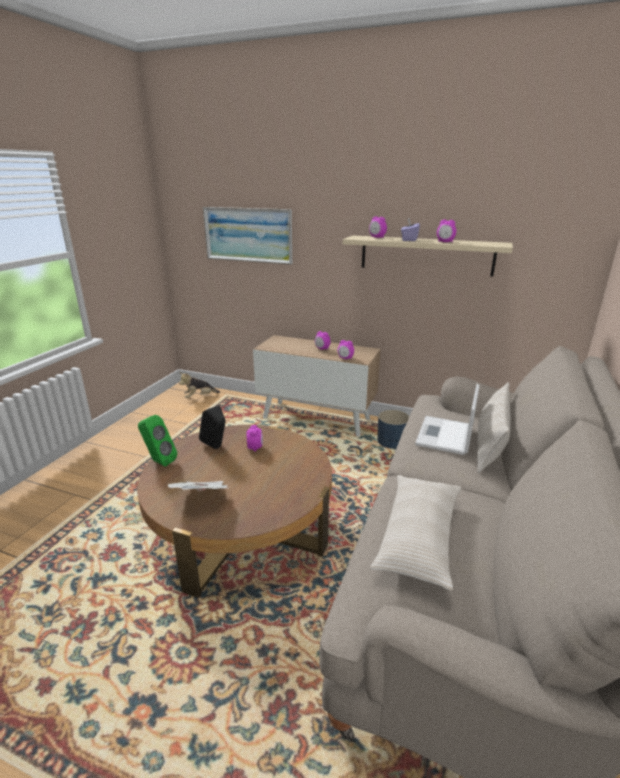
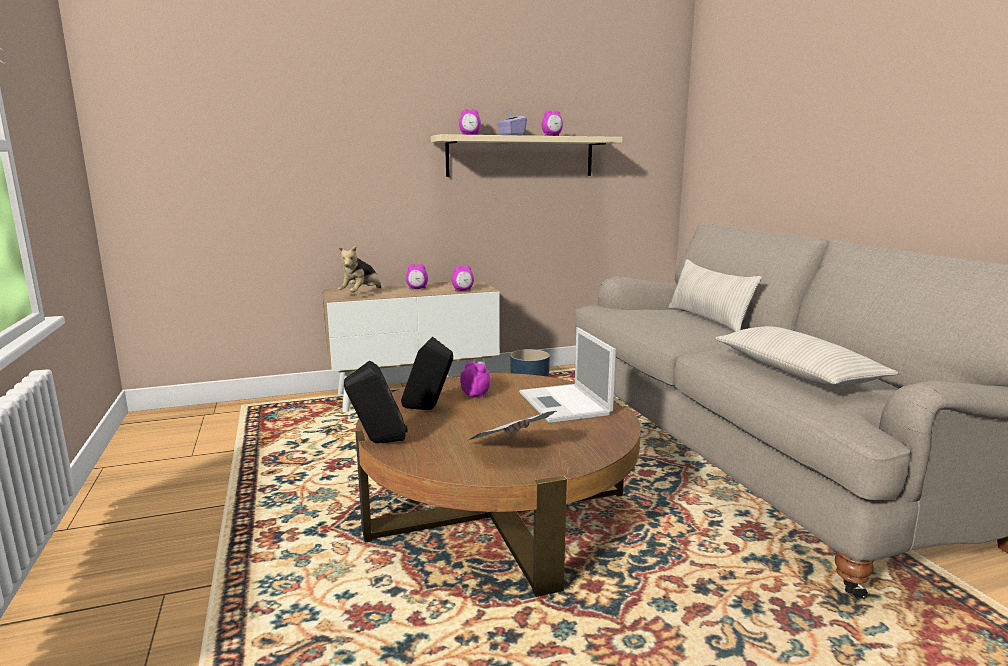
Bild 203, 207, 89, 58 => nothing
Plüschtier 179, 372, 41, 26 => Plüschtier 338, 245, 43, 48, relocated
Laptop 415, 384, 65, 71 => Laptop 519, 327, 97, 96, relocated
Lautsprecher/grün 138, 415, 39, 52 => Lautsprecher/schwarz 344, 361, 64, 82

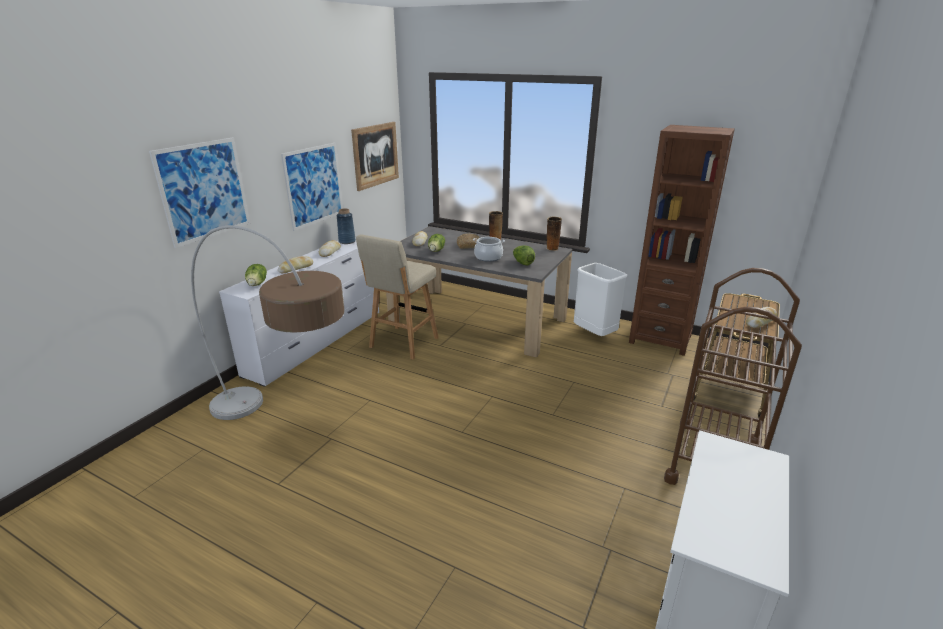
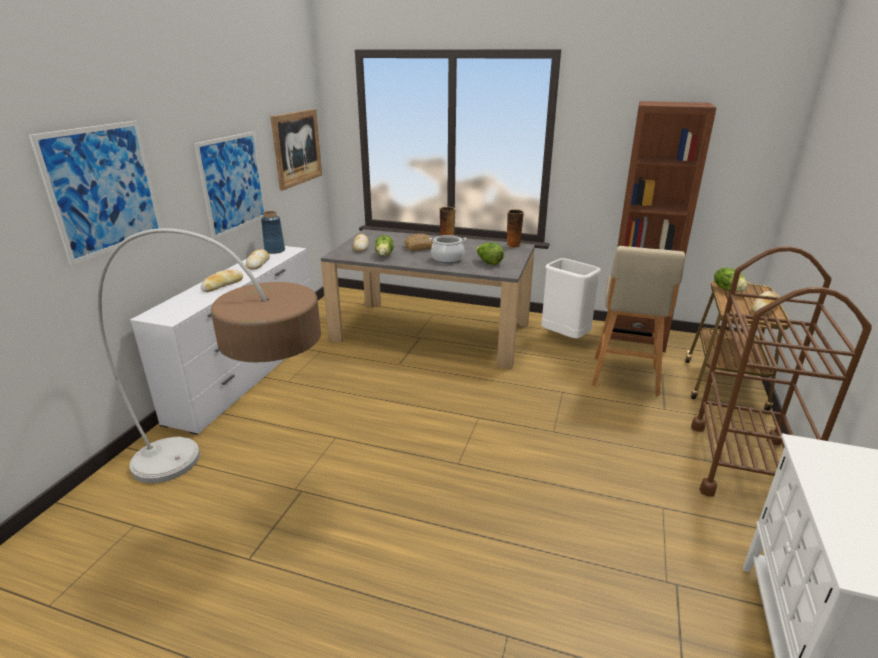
Hocker/beige 356, 234, 83, 126 => Hocker/beige 592, 246, 93, 150, relocated
Salatkopf 245, 264, 22, 22 => Salatkopf 714, 267, 34, 25, relocated

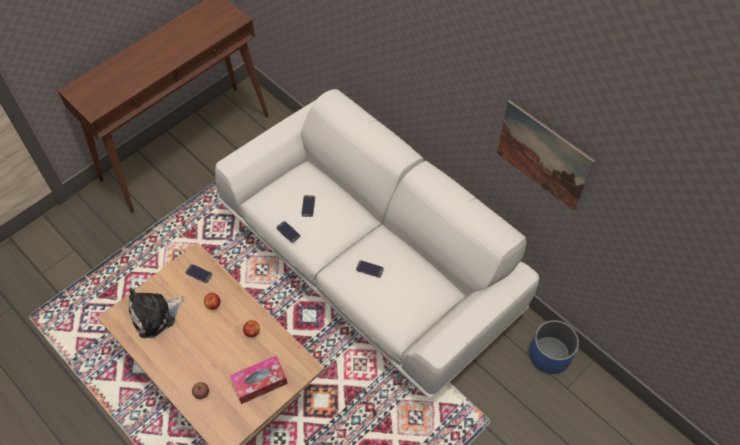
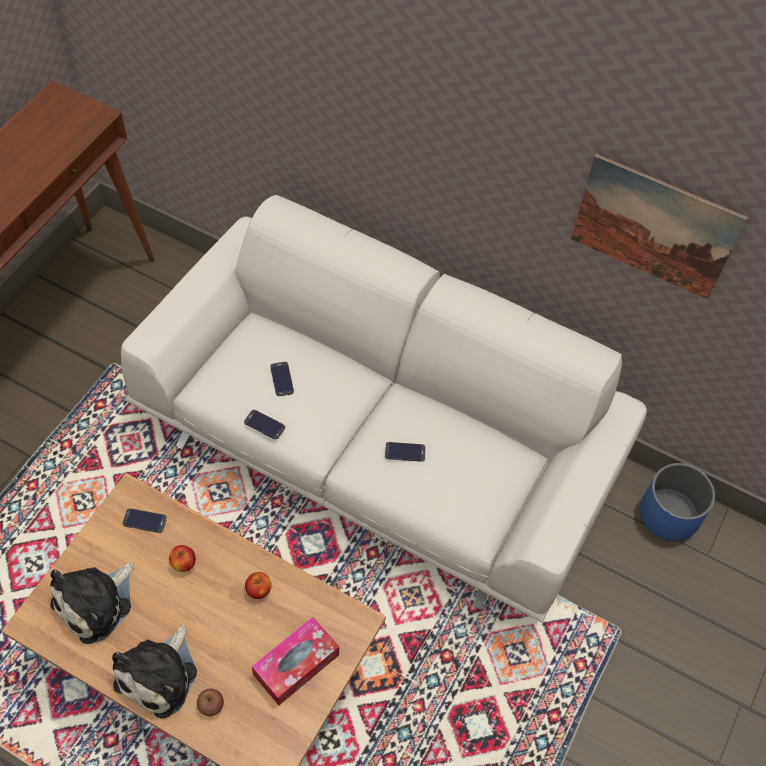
nothing => Plüschtier 112, 625, 85, 93

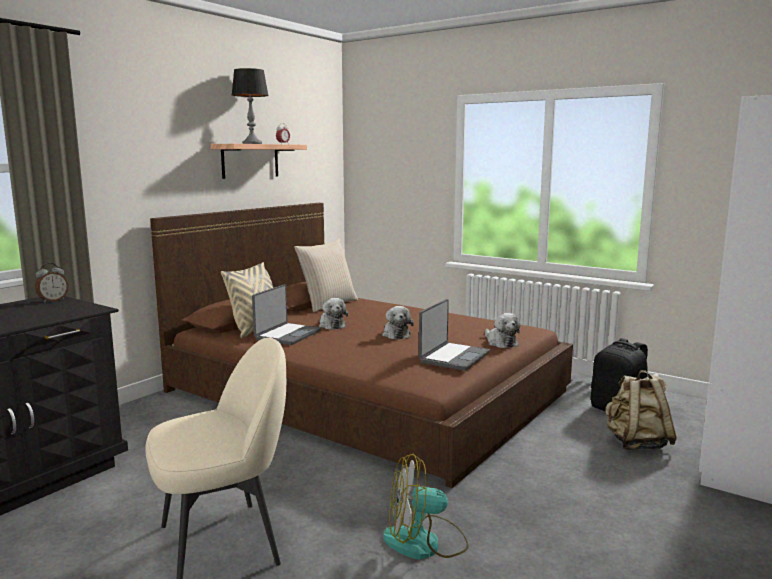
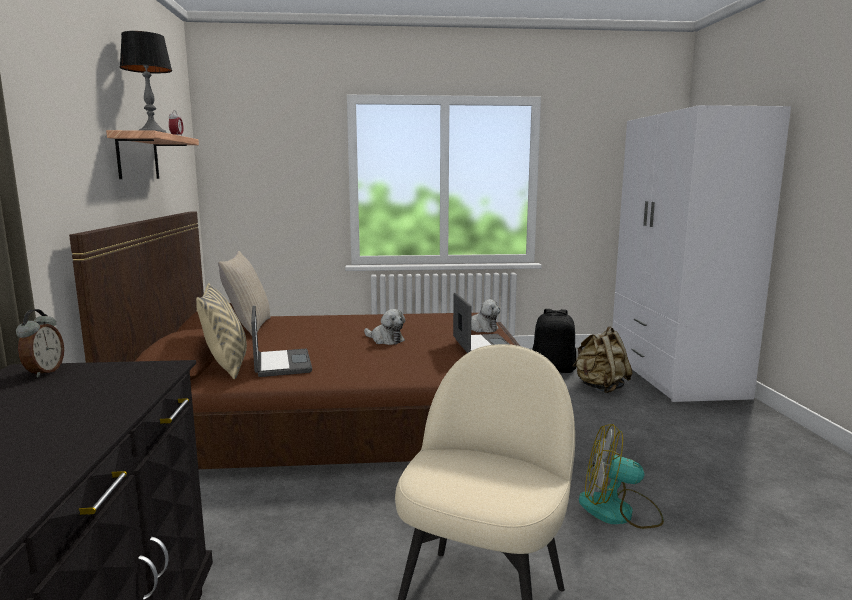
Plüschtier 319, 298, 29, 32 => nothing
Ventilator 383, 454, 86, 106 => Ventilator 579, 424, 85, 105, 60 degrees clockwise

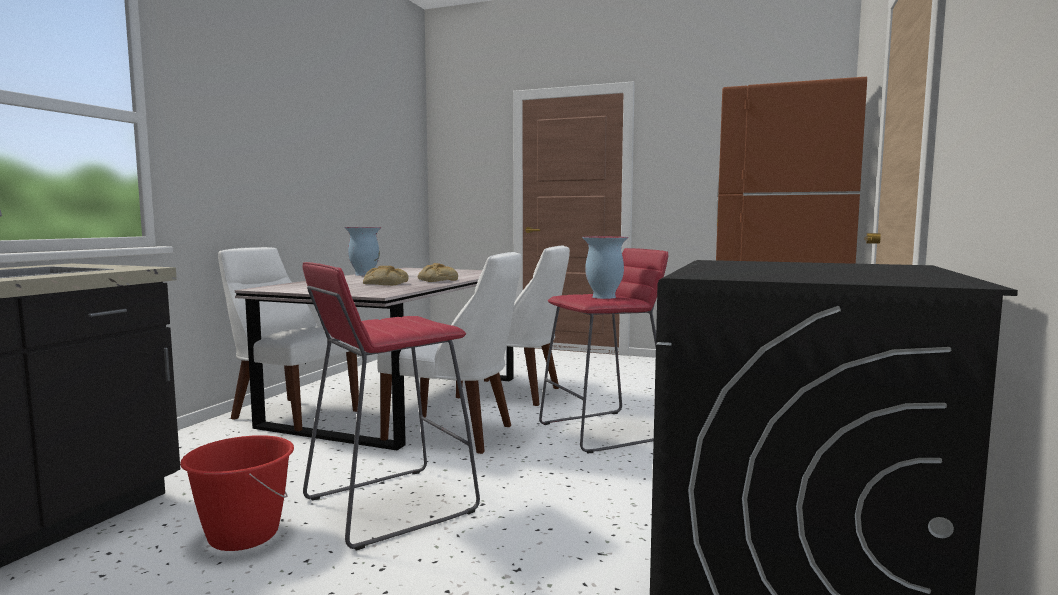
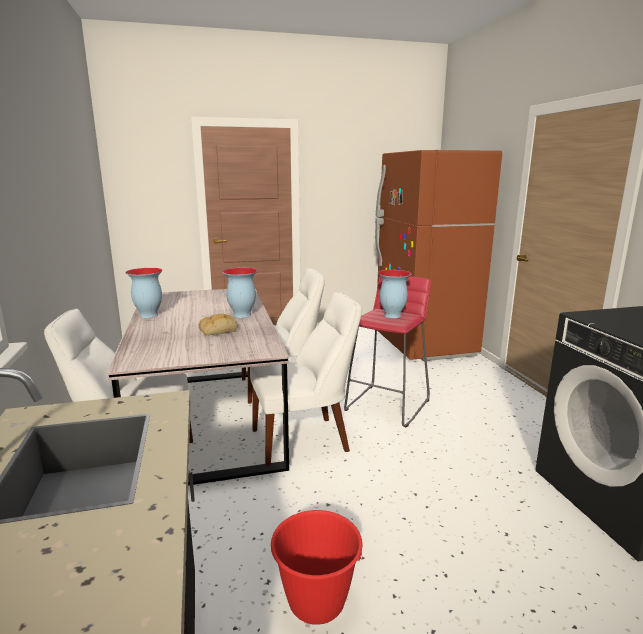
Hocker/rot 302, 262, 178, 289 => nothing
Brot 418, 263, 40, 19 => Vase 222, 268, 36, 50

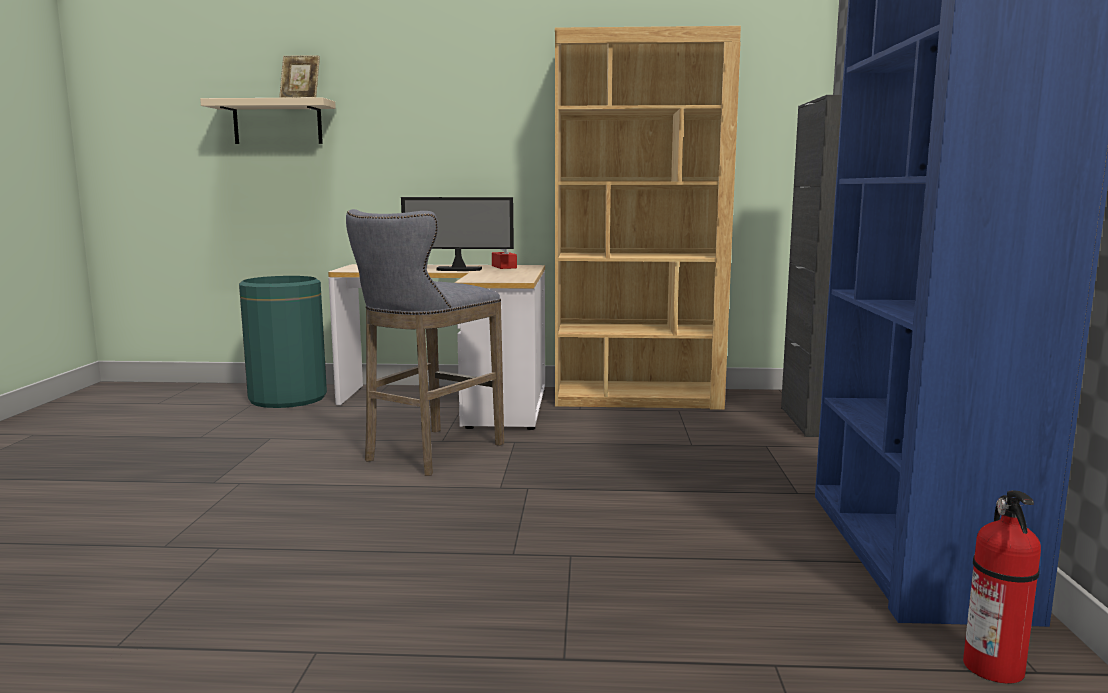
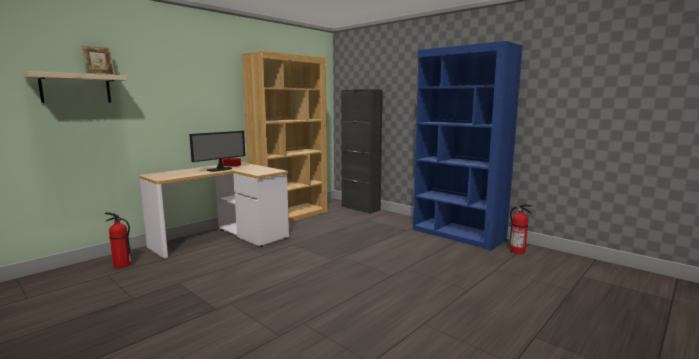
Hocker/grau 346, 209, 158, 267 => nothing
Mülleimer/grün 239, 276, 88, 132 => Feuerlöscher 104, 212, 27, 56

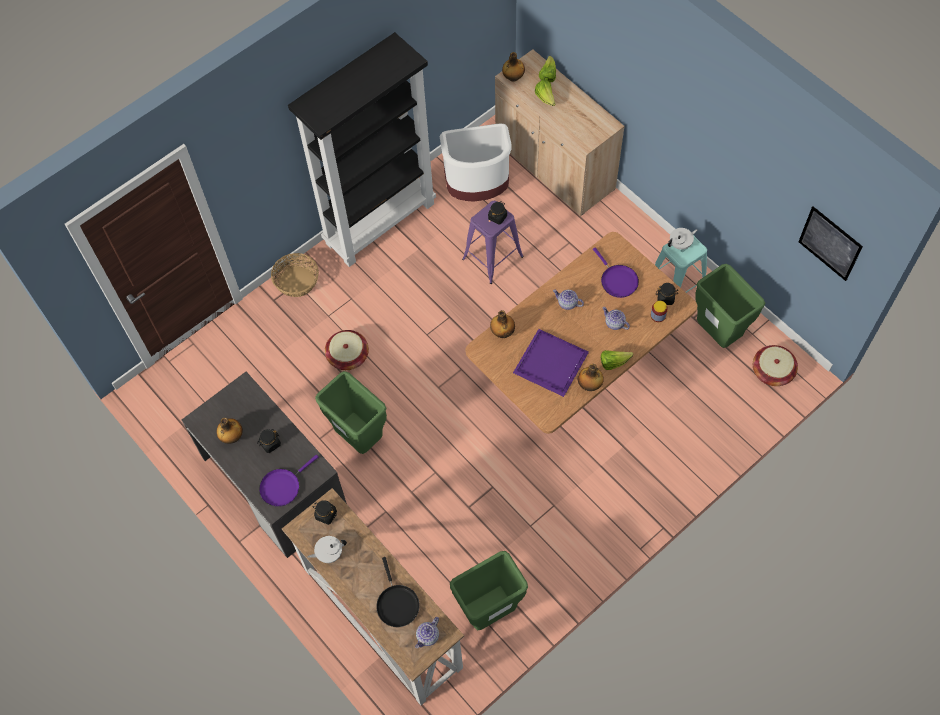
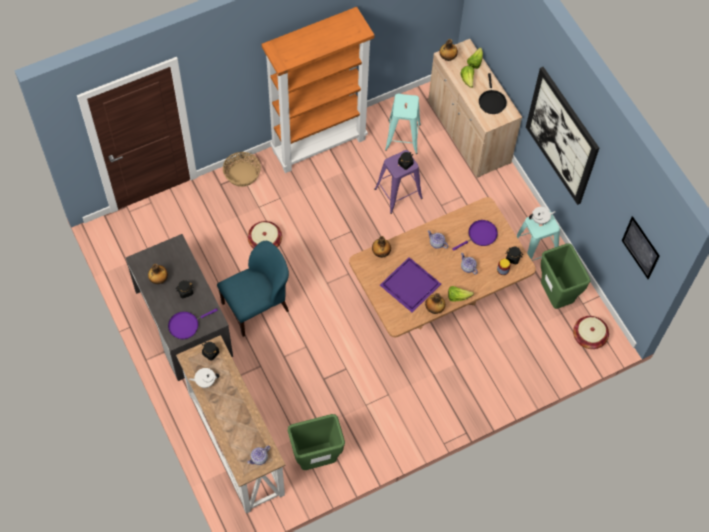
Bücherregal/schwarz 288, 32, 148, 235 => Bücherregal/orange 261, 7, 114, 166
Mülleimer/weiß 440, 124, 72, 78 => Hocker/türkis 385, 94, 36, 60
Pfanne/lila 593, 247, 46, 51 => Pfanne/lila 452, 220, 46, 31, 105 degrees counterclockwise
Mülleimer/grün 315, 371, 72, 83 => Stuhl/blau 217, 241, 72, 96
Pfanne/schwarz 376, 557, 44, 70 => Pfanne/schwarz 479, 73, 28, 41, relocated
nothing => Bild 526, 67, 73, 138

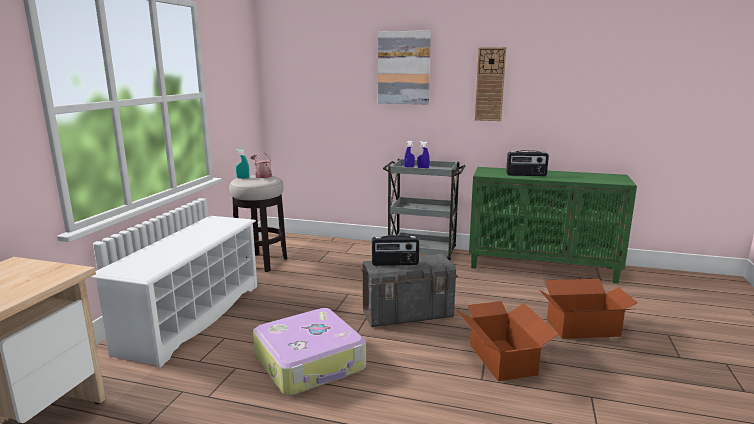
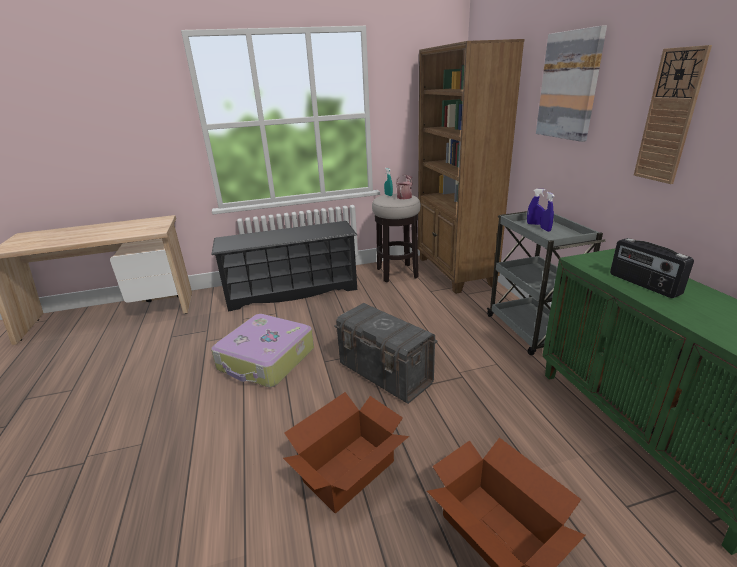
Schuhregal/weiß 89, 216, 168, 152 => Schuhregal/schwarz 211, 221, 146, 90
Radio 372, 235, 47, 31 => nothing
nothing => Bücherregal/braun 418, 39, 106, 255

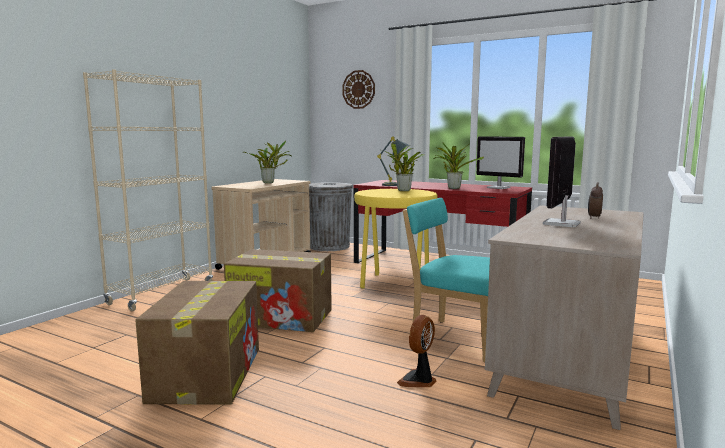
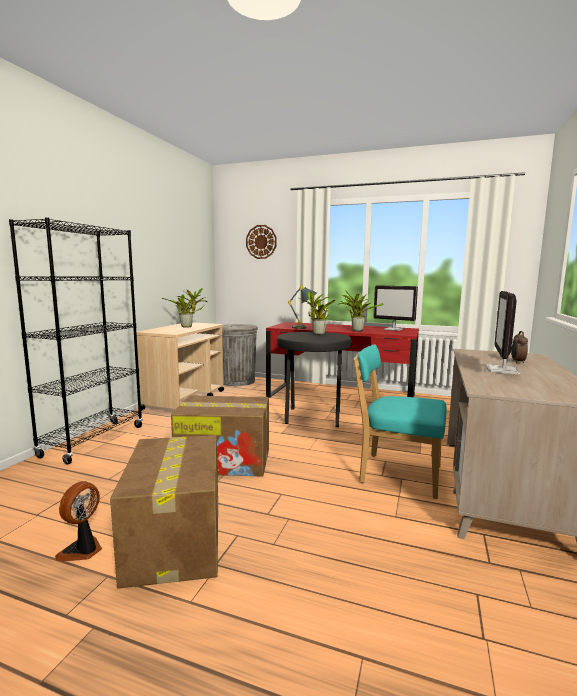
Bücherregal/beige 83, 70, 130, 241 => Bücherregal/schwarz 9, 217, 134, 247
Hocker/gelb 354, 189, 83, 100 => Hocker/schwarz 277, 332, 75, 95
Ventilator 397, 315, 40, 72 => Ventilator 55, 481, 47, 80, relocated

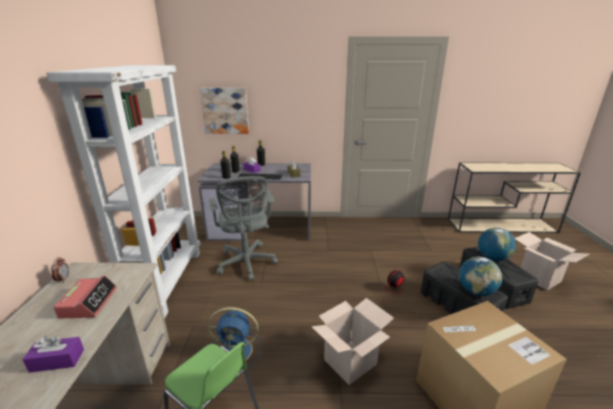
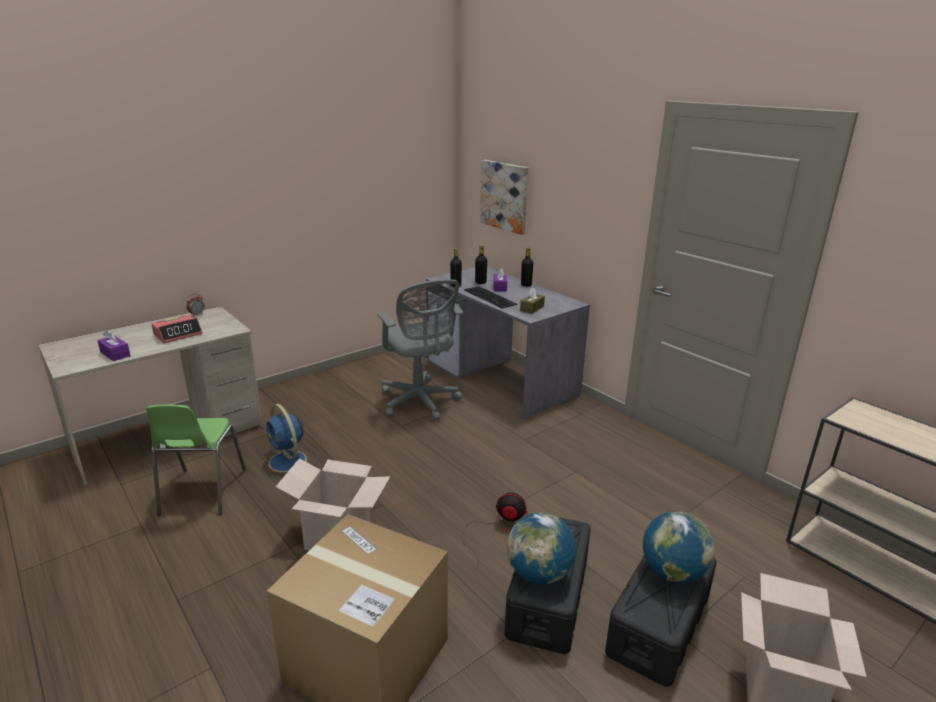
Bücherregal/weiß 46, 65, 154, 253 => nothing
Bürostuhl/grau 209, 176, 69, 105 => Bürostuhl/grau 376, 279, 88, 142, 60 degrees counterclockwise

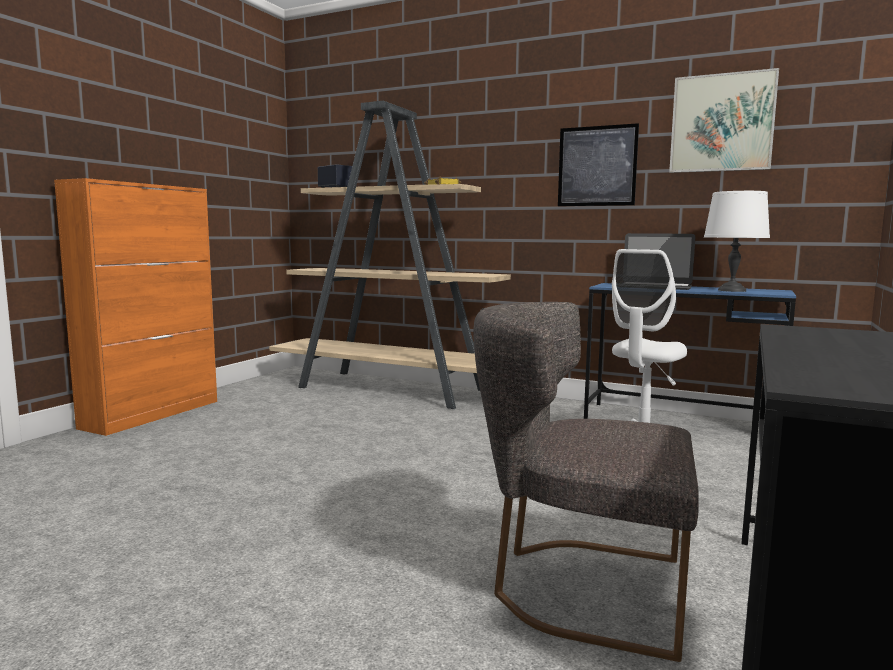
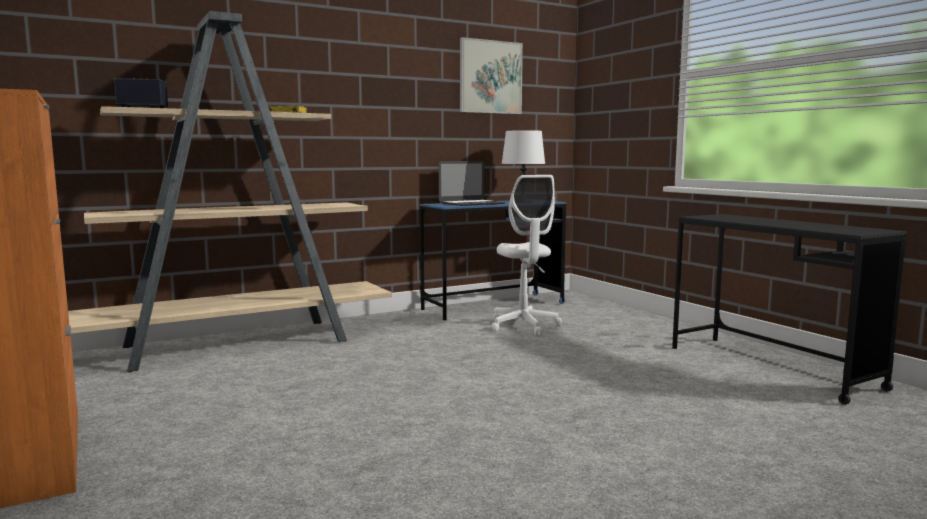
Bild 558, 123, 81, 83 => nothing
Stuhl/grau 473, 302, 226, 360 => nothing

